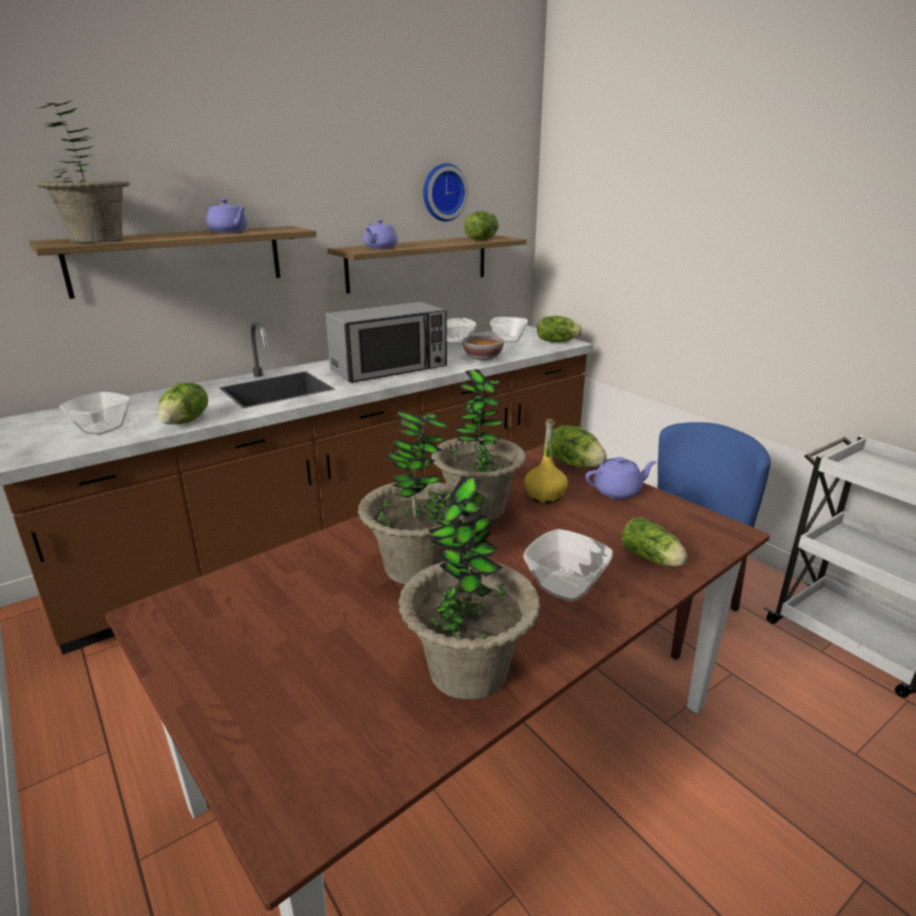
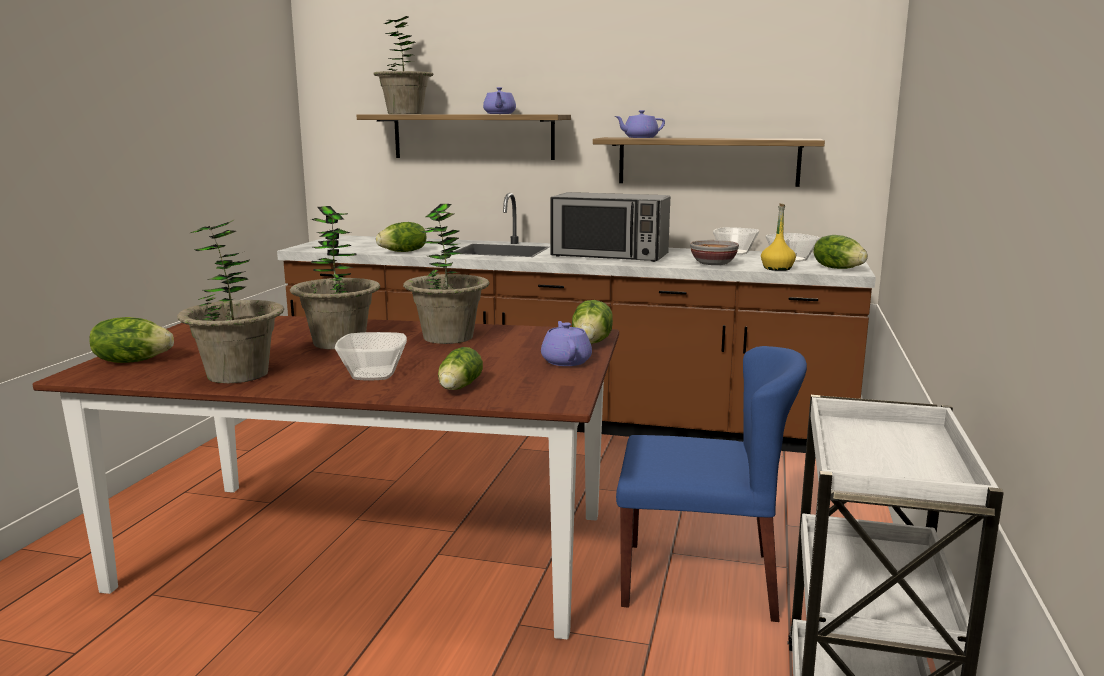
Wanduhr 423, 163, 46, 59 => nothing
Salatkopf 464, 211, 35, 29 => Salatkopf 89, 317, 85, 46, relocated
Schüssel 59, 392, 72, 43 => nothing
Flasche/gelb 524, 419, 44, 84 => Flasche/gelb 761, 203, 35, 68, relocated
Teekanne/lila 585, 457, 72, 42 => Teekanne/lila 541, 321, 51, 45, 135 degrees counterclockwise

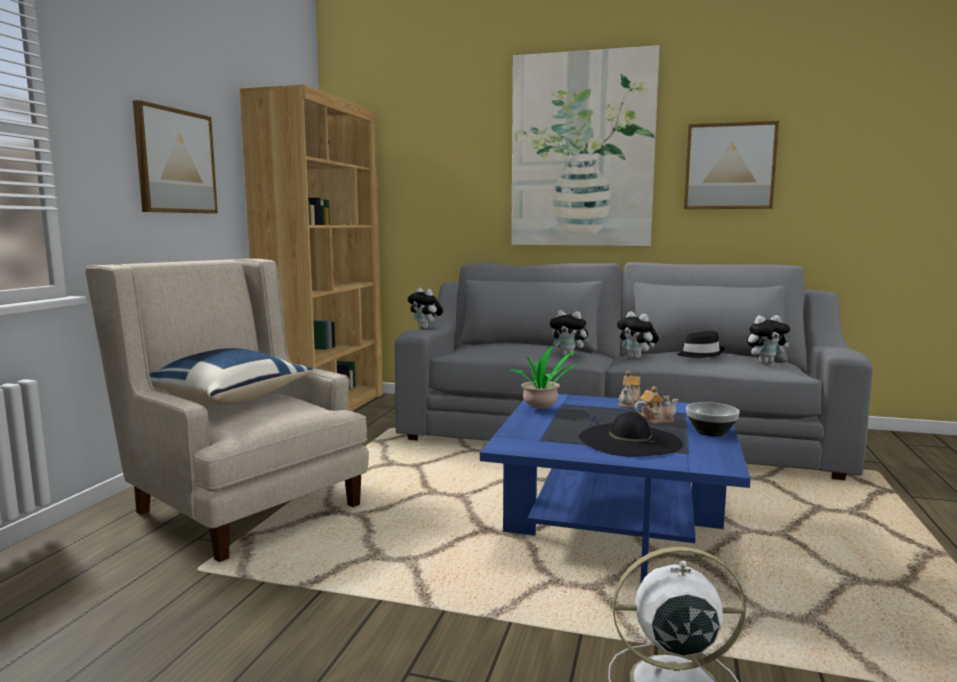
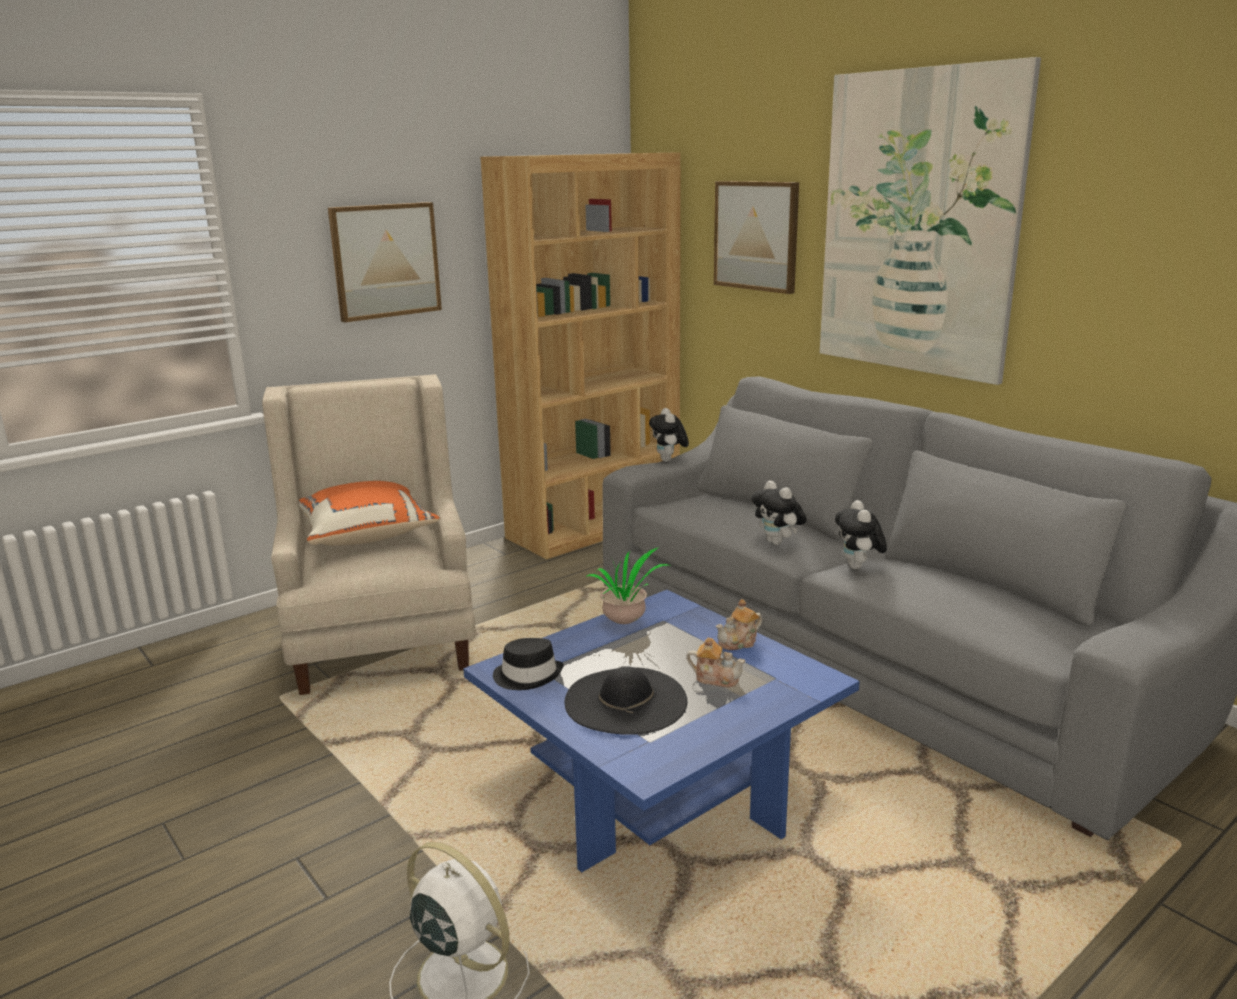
Bild 684, 121, 95, 88 => Bild 714, 181, 85, 113, relocated
Plüschtier 747, 315, 43, 49 => nothing
Hut/schwarz 677, 331, 48, 27 => Hut/schwarz 493, 638, 70, 52, relocated
Kissen/blau 150, 348, 163, 57 => Kissen/orange 299, 481, 140, 65
Schüssel 686, 402, 54, 34 => nothing

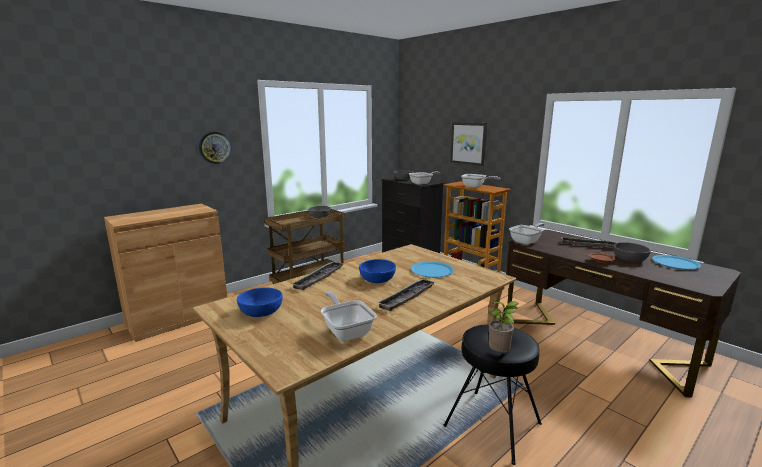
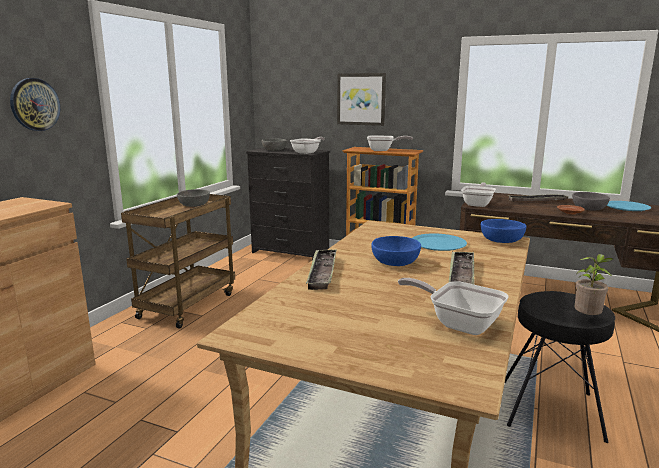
Schüssel/blau 237, 287, 46, 30 => Schüssel/blau 481, 219, 45, 24, relocated

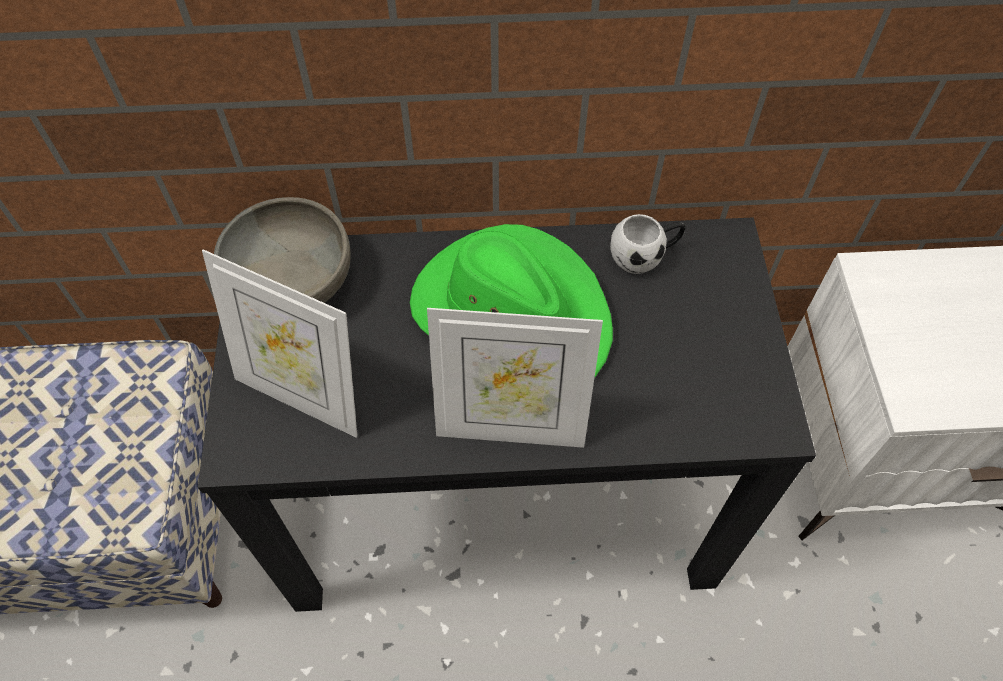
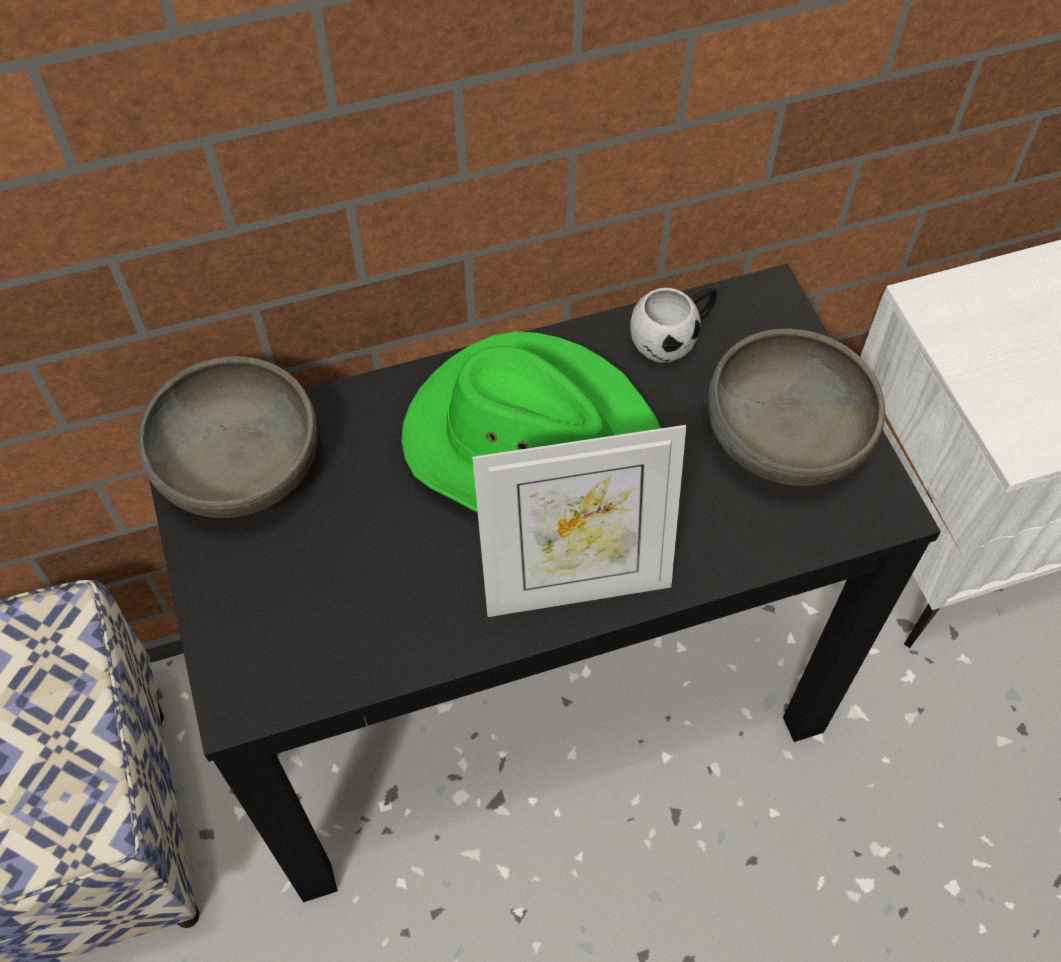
Bilderrahmen 202, 249, 155, 189 => nothing
nothing => Schüssel/grau 708, 328, 177, 158

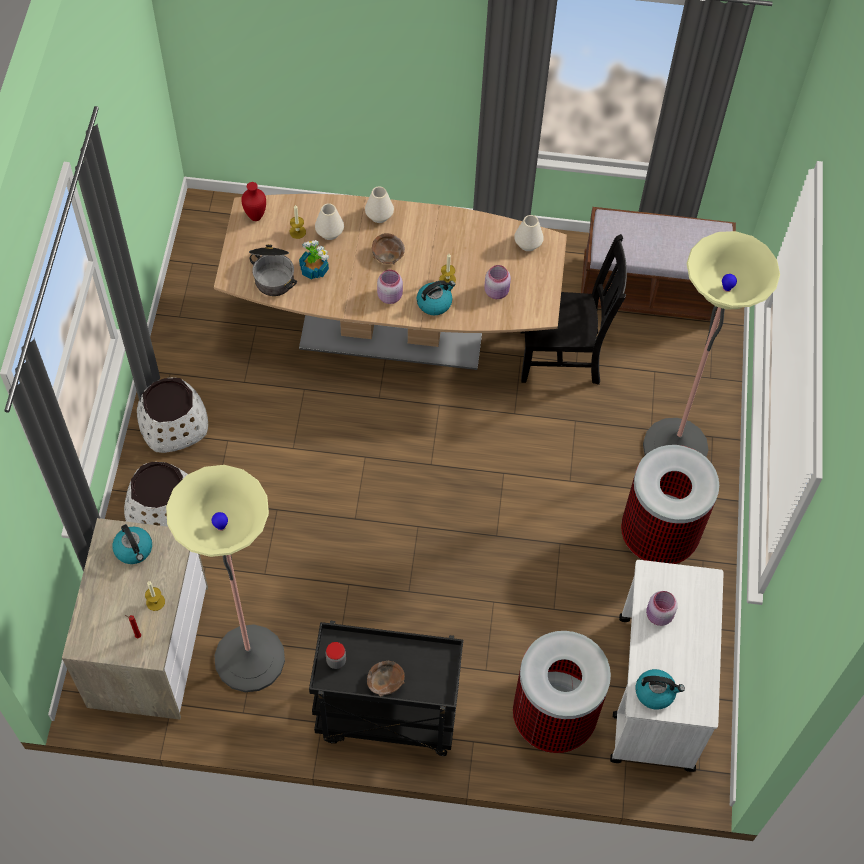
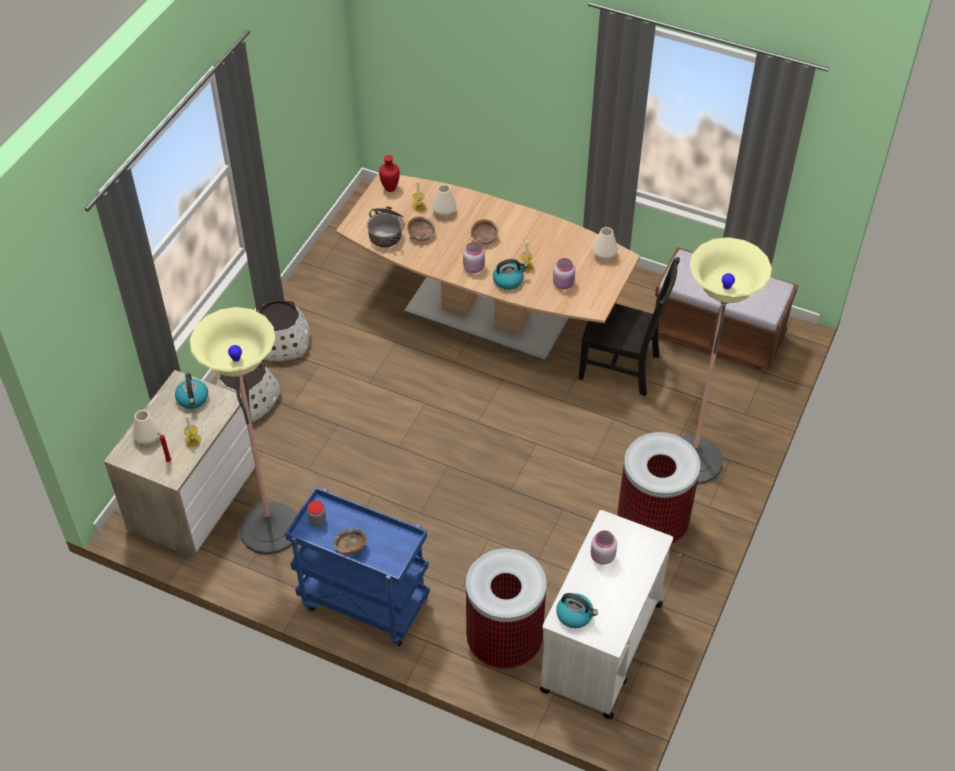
Vase/weiß 365, 186, 29, 37 => Vase/weiß 132, 410, 29, 35, relocated
Topfpflanze 299, 240, 30, 39 => Schüssel/braun 407, 216, 28, 25
Rollwagen/schwarz 309, 621, 154, 135 => Rollwagen/blau 285, 487, 145, 159

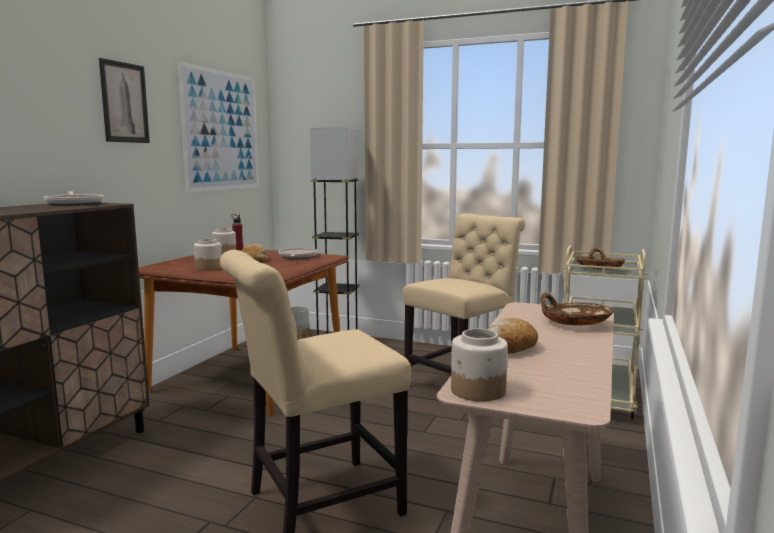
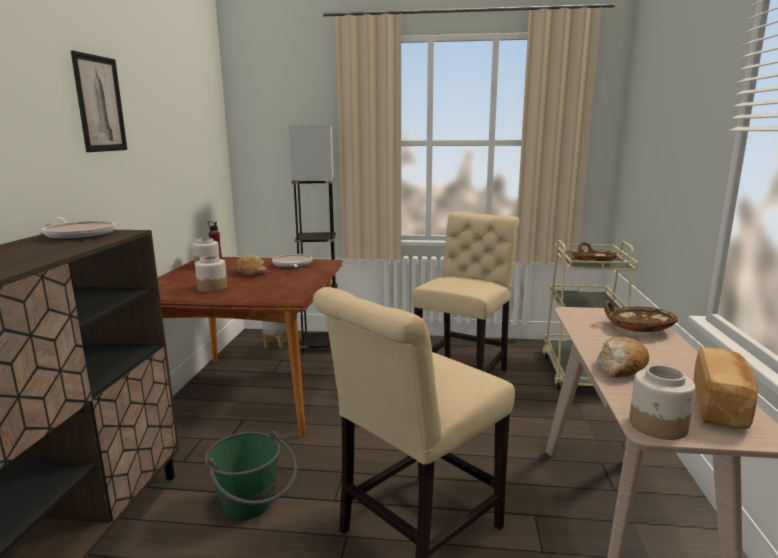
Bild 178, 61, 81, 132 => nothing
nothing => Brot 694, 347, 64, 82
nothing => Eimer/grün 204, 431, 93, 89

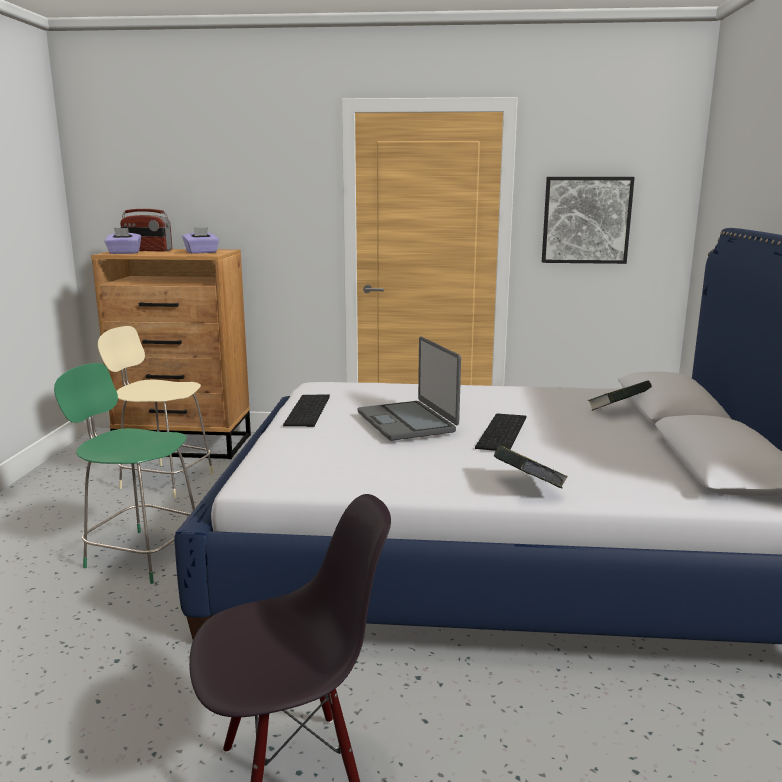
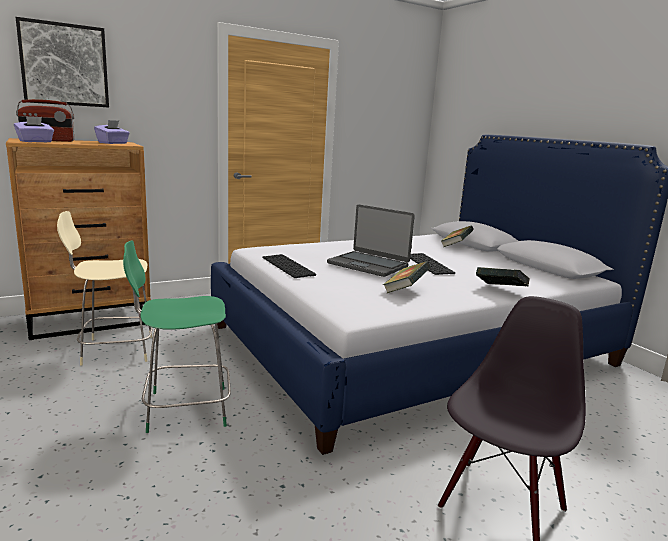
Bild 542, 177, 93, 87 => Bild 16, 17, 93, 90, relocated
nothing => Buch 383, 261, 48, 32

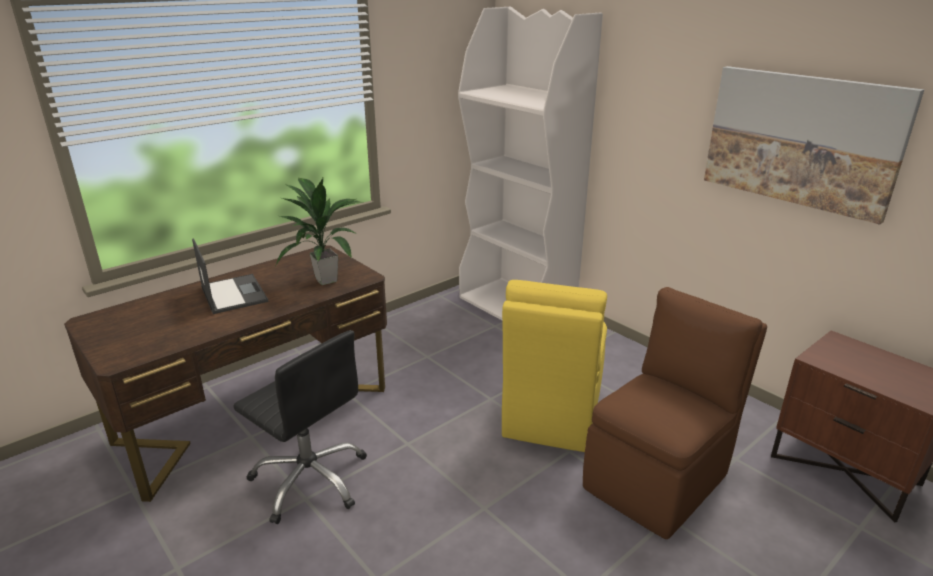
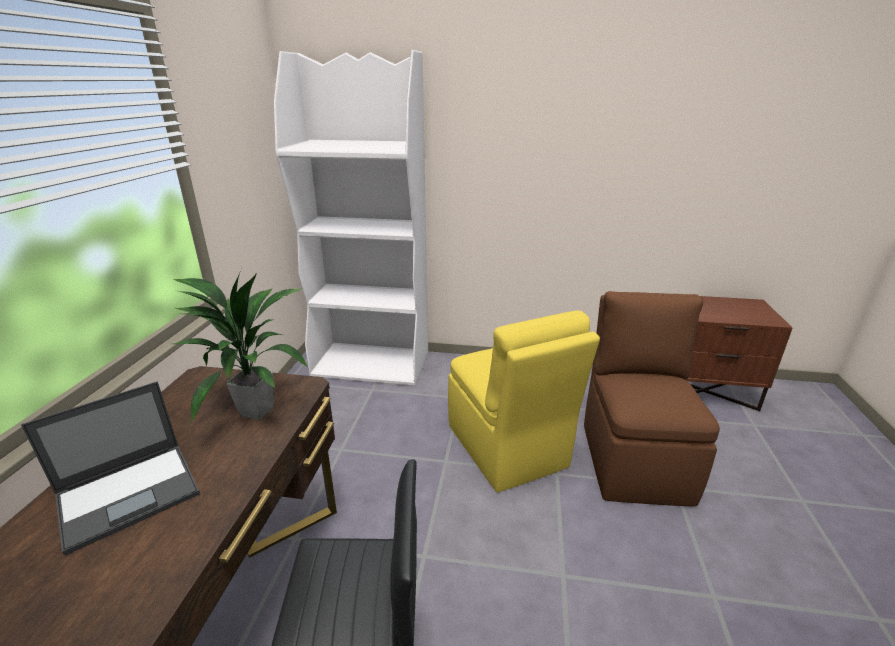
Bild 704, 66, 220, 159 => nothing
Laptop 192, 238, 76, 76 => Laptop 21, 381, 179, 174, 120 degrees clockwise

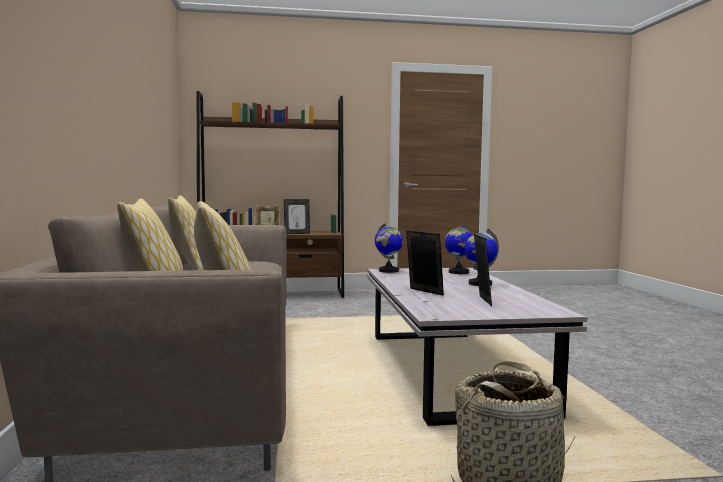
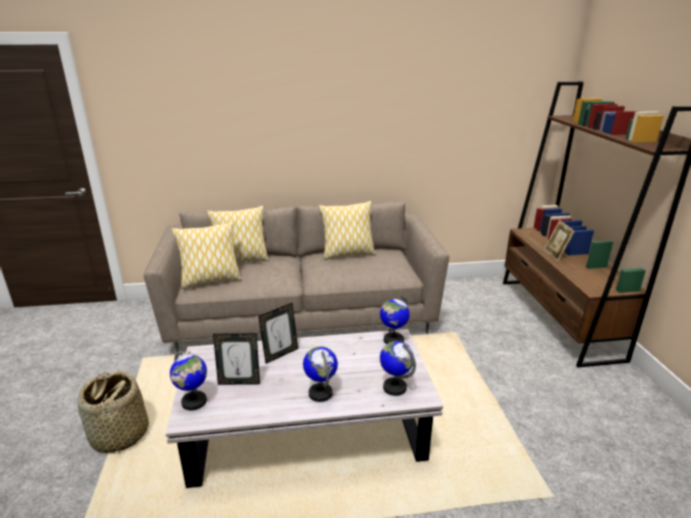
Bilderrahmen 284, 199, 26, 35 => nothing
nothing => Globus 170, 351, 37, 59

